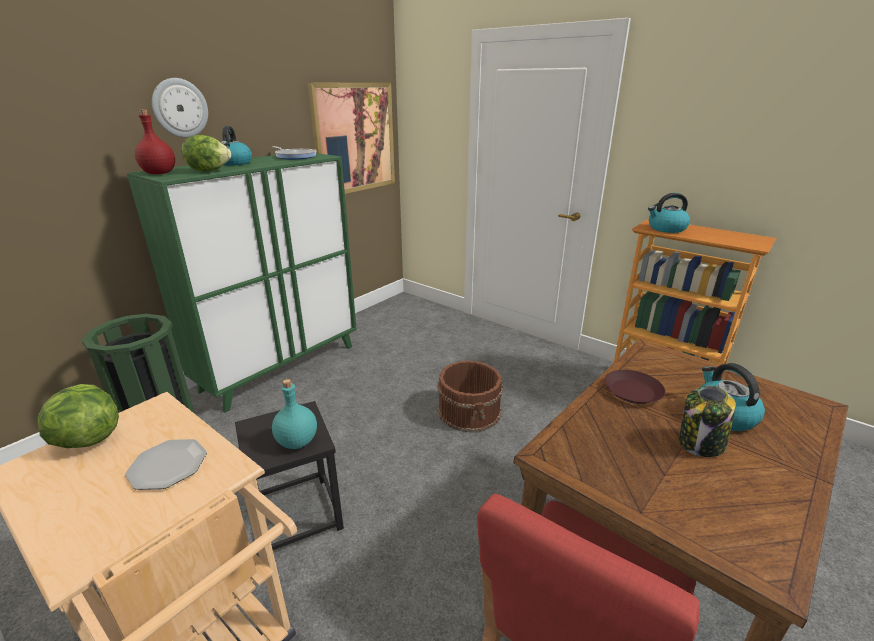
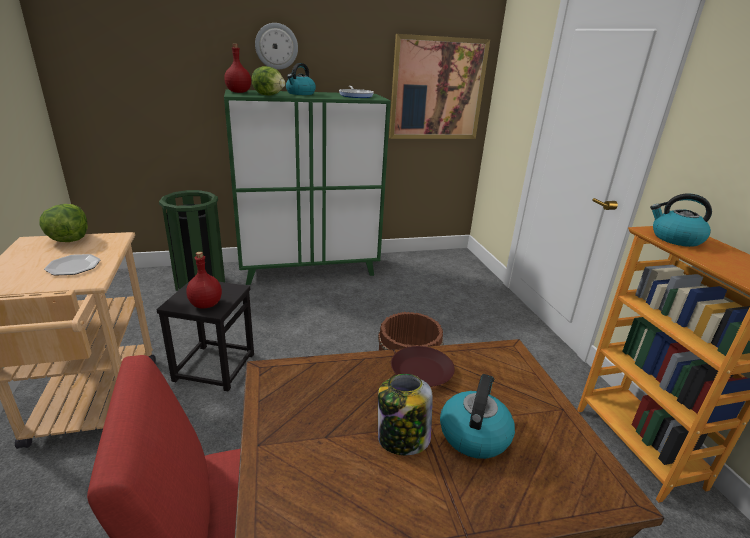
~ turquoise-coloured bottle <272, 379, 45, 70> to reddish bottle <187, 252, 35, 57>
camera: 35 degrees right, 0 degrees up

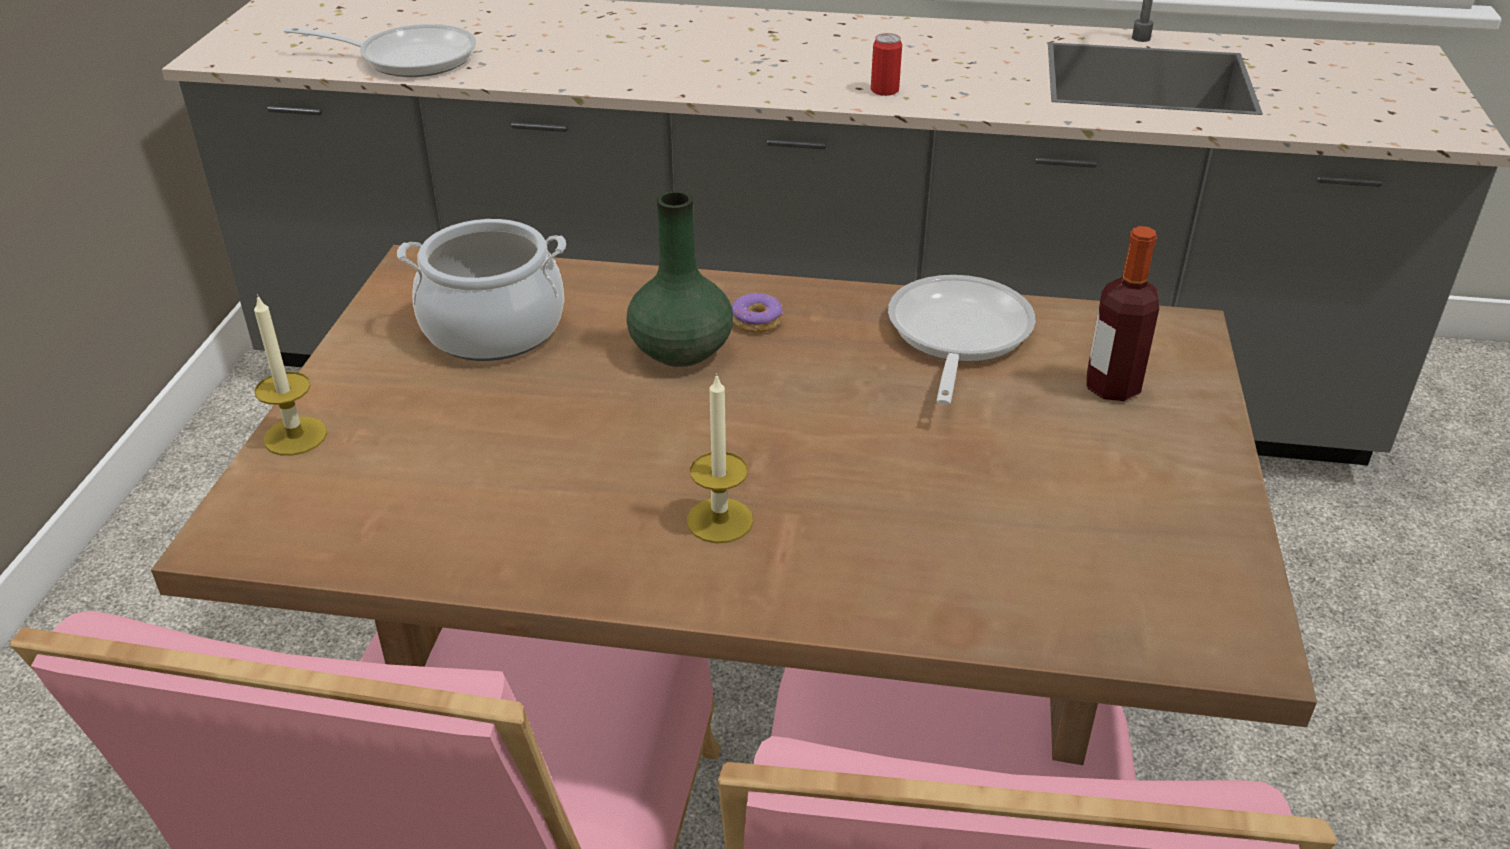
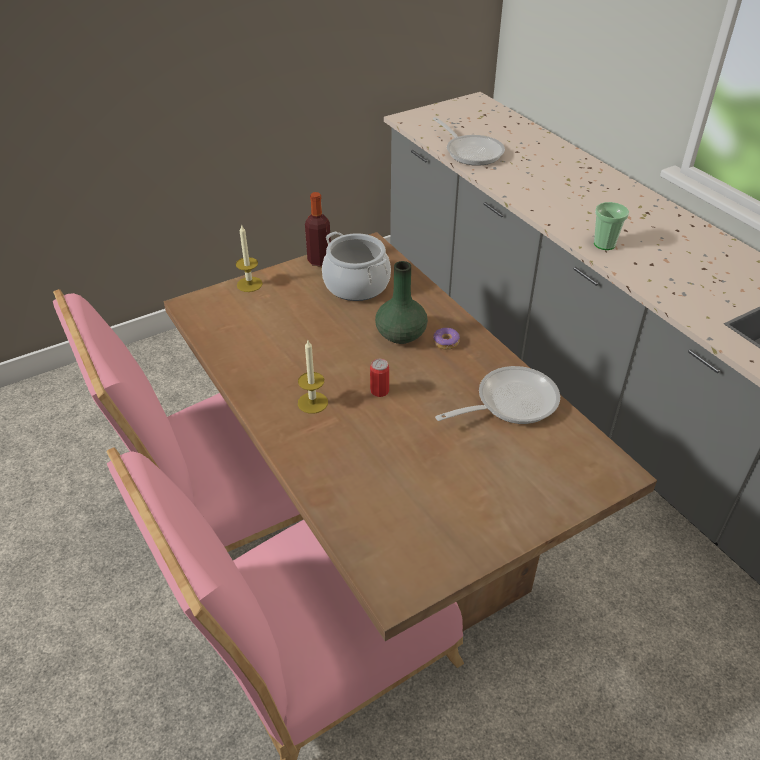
~ sealed can <871, 33, 31, 63> to <370, 359, 19, 38>
~ bottle <1086, 226, 73, 175> to <305, 192, 26, 75>
+ drinking cup <594, 202, 35, 48>
camera: 50 degrees right, 5 degrees up

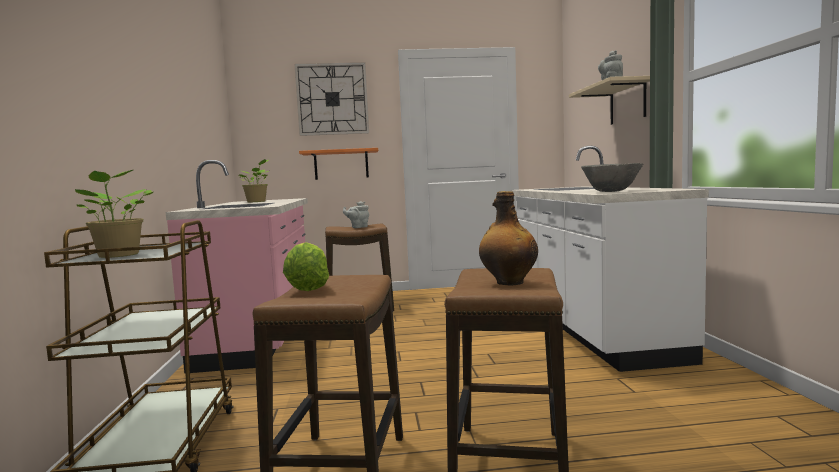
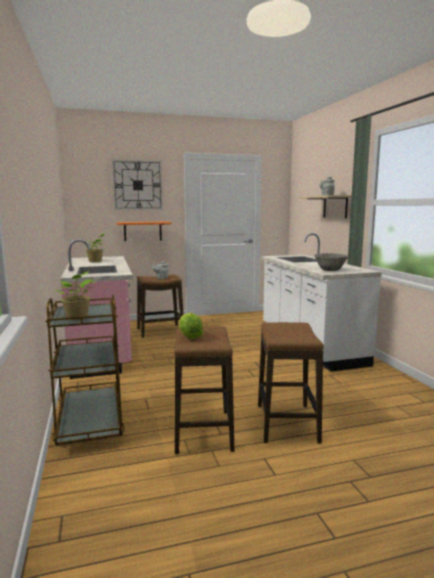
- bottle <479, 191, 59, 94>
camera: 10 degrees left, 5 degrees up

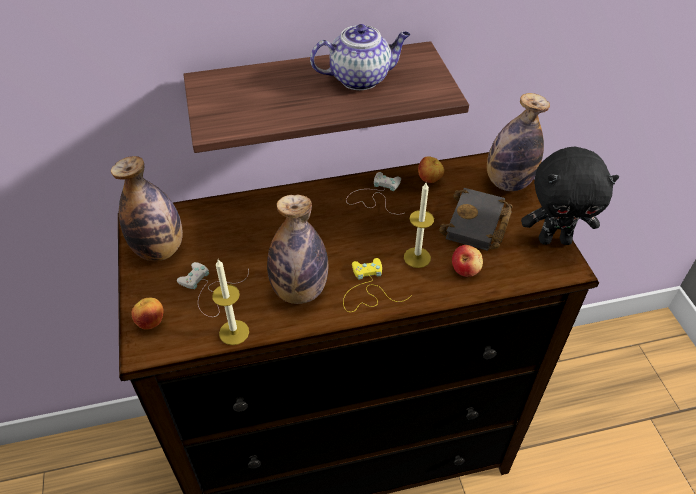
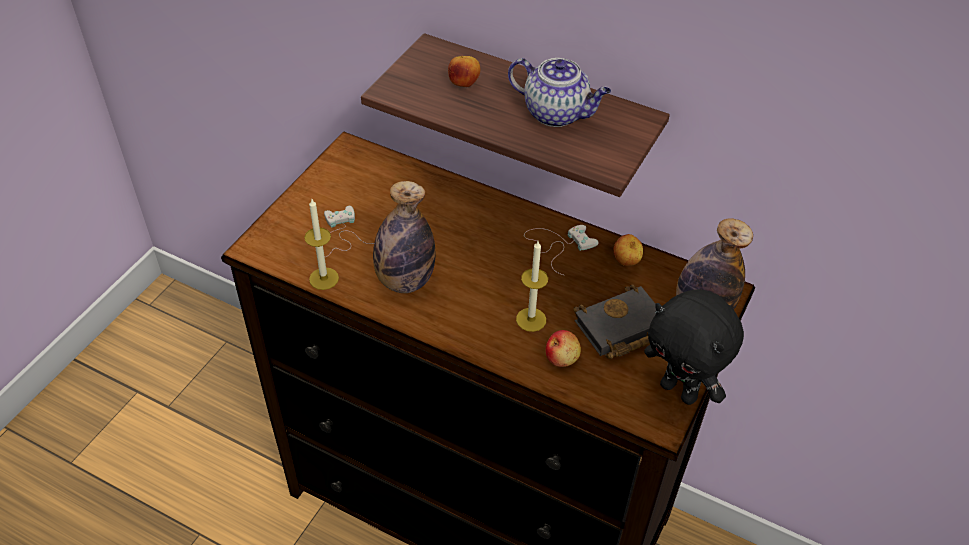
- bottle <111, 156, 72, 105>
~ whole apple <131, 298, 32, 32> to <448, 56, 32, 31>
- yellowish gamepad <343, 258, 69, 54>
camera: 40 degrees right, 0 degrees up

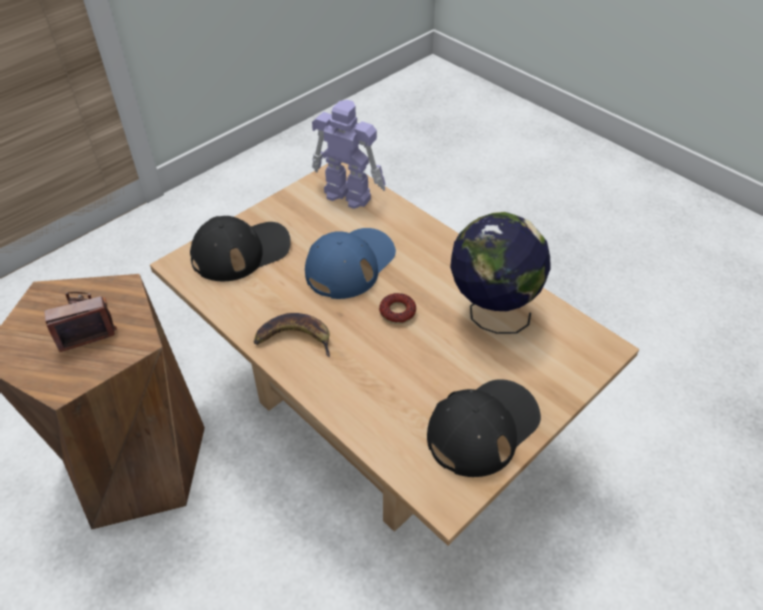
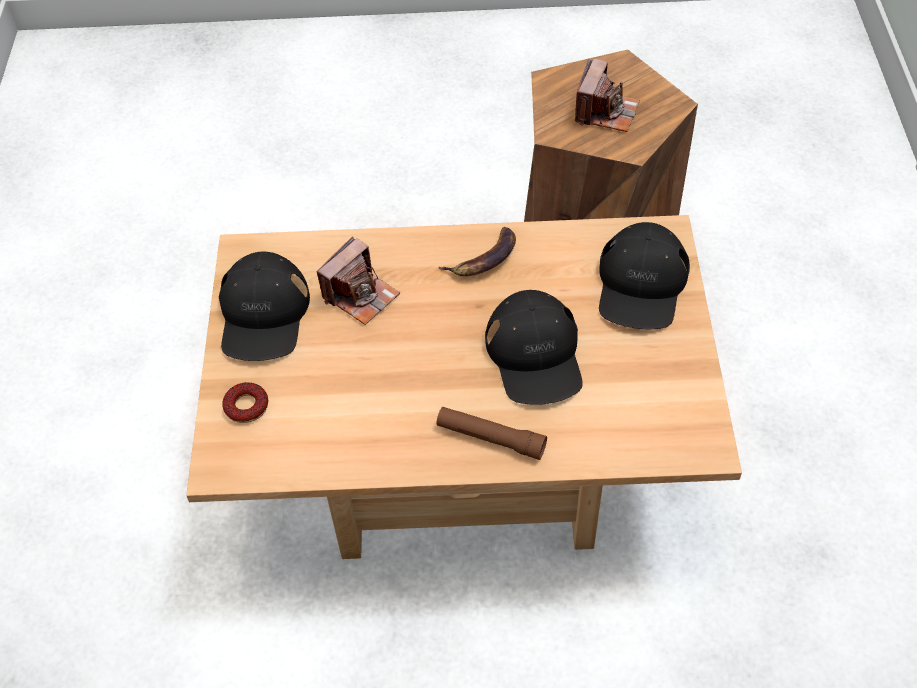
~ blue-coloured peaked cap <305, 228, 91, 71> to black-coloured peaked cap <485, 290, 98, 115>
- robot figure <312, 100, 73, 109>
~ ring doughnut <379, 293, 37, 31> to <222, 382, 46, 41>
- world globe <450, 212, 101, 122>
+ photo camera <317, 237, 83, 88>
+ brown-coloured hand torch <436, 407, 111, 53>
camera: 135 degrees right, 5 degrees up

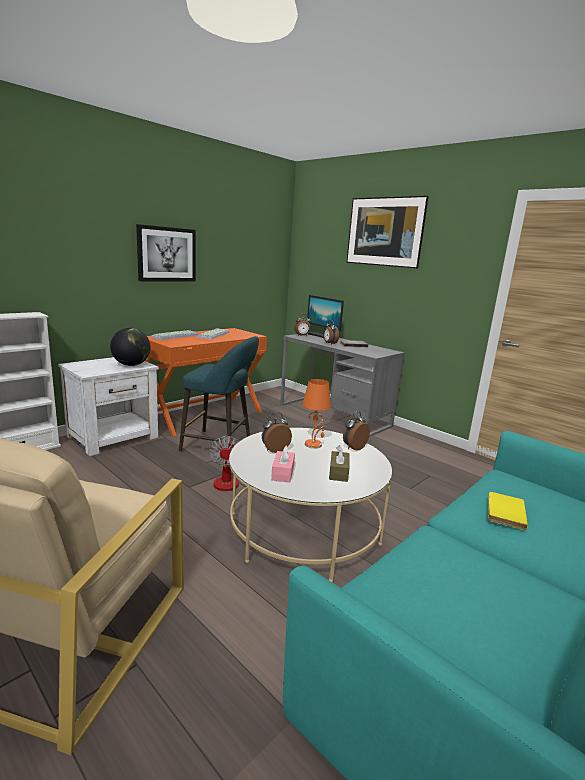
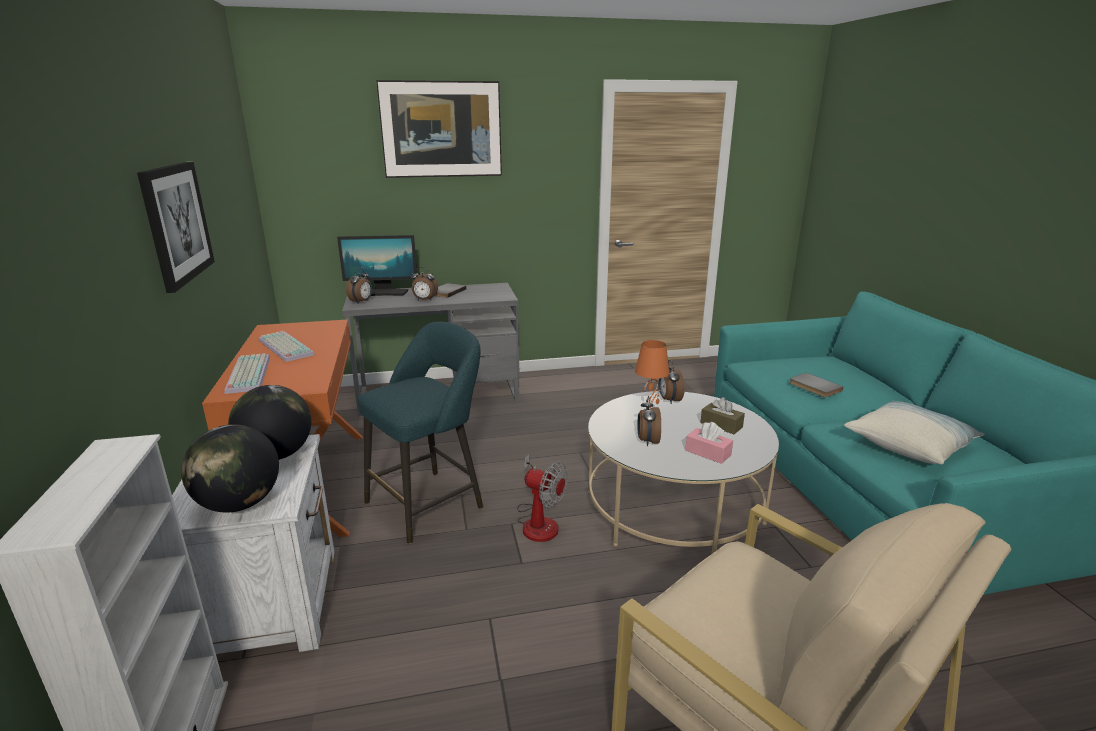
~ yellowish book <488, 492, 40, 38> to greyish book <790, 373, 53, 24>
+ world globe <181, 424, 98, 89>
+ pillow <844, 401, 141, 63>
camera: 55 degrees left, 5 degrees up

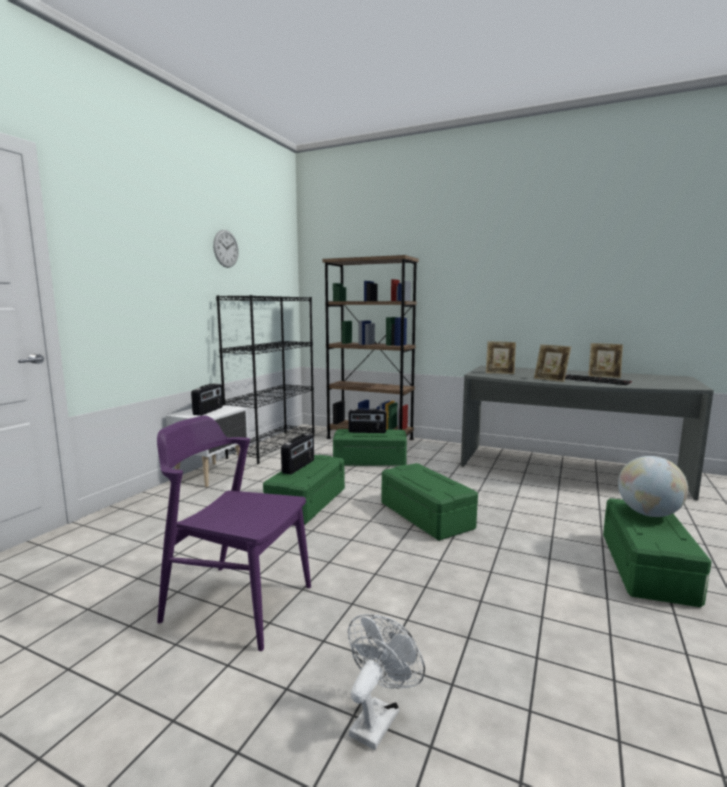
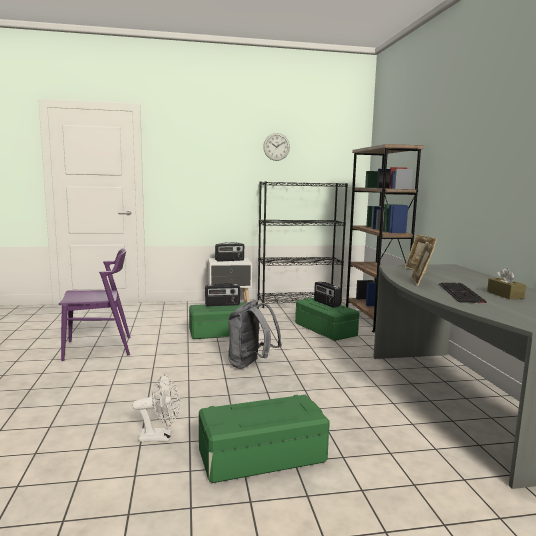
~ purple plain chair <157, 416, 154, 235> = <59, 248, 72, 113> 90 degrees clockwise
~ white cooling fan <348, 614, 77, 136> to <132, 374, 48, 68>
~ green-coloured storage box <381, 463, 97, 78> to greyish rucksack <228, 300, 54, 69>
~ standing frame <588, 343, 35, 35> to brown-coloured tissue box <487, 268, 39, 31>
- world globe <618, 456, 70, 61>
camera: 55 degrees right, 0 degrees up

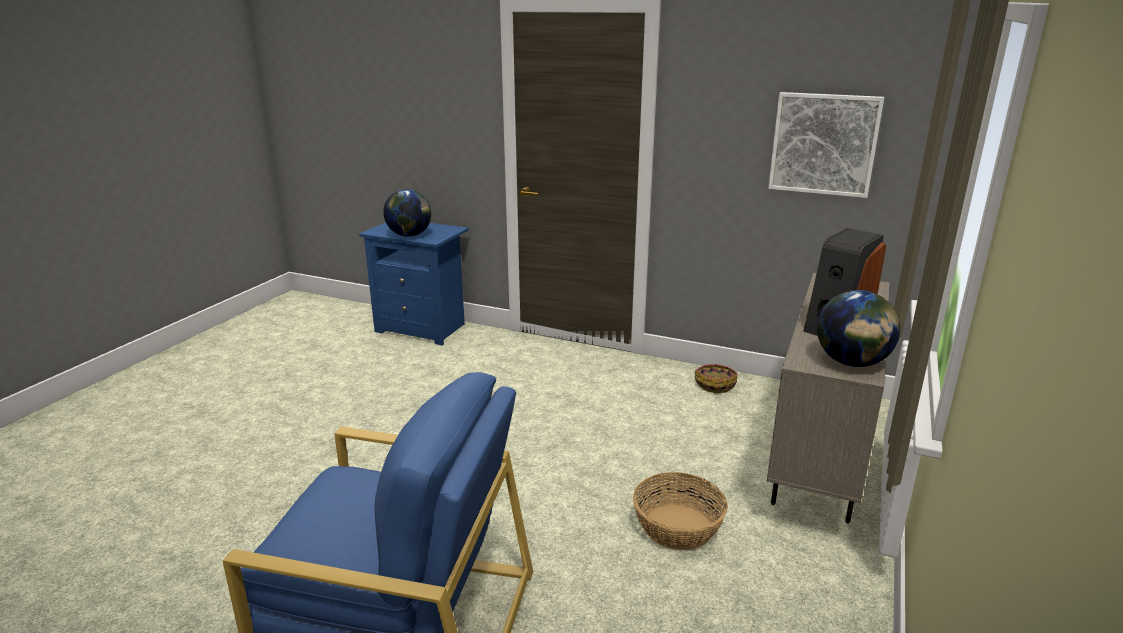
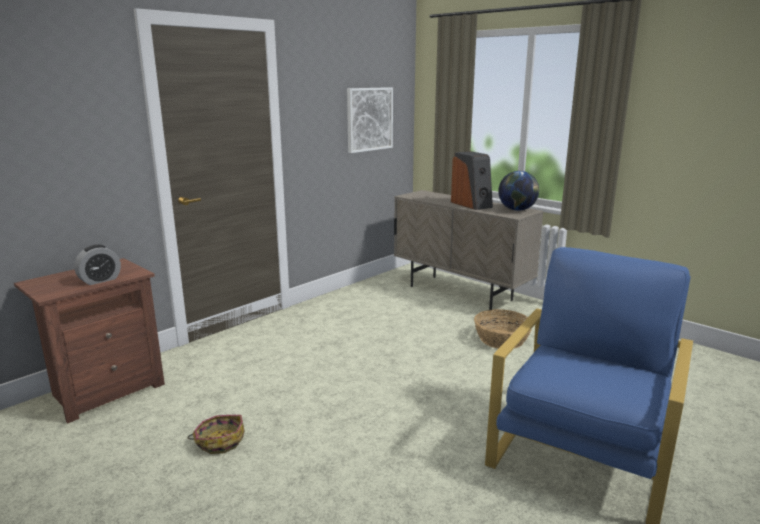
~ blue-coloured bedside table <359, 222, 110, 124> to brown-coloured bedside table <14, 258, 151, 166>
~ world globe <383, 189, 49, 48> to bedside clock <74, 245, 47, 40>
~ household basket <695, 364, 43, 29> to <187, 415, 58, 39>
camera: 70 degrees left, 5 degrees down

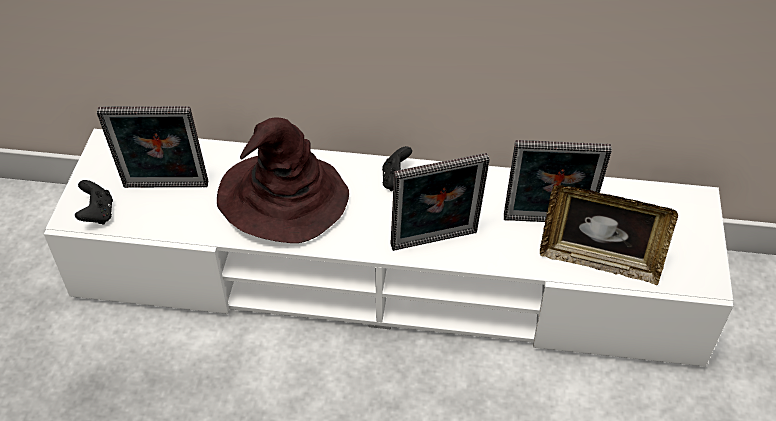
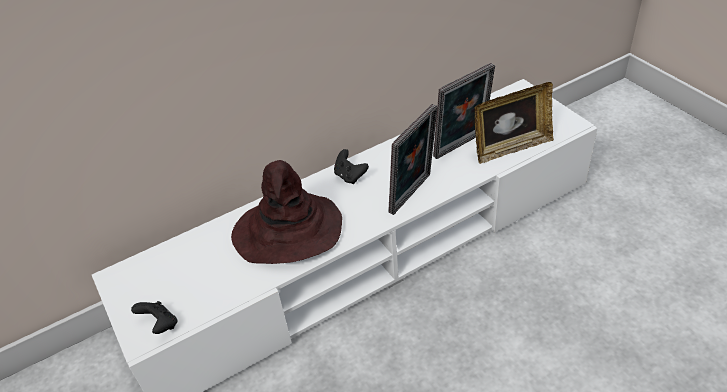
- standing frame <97, 106, 111, 82>
camera: 35 degrees left, 5 degrees down

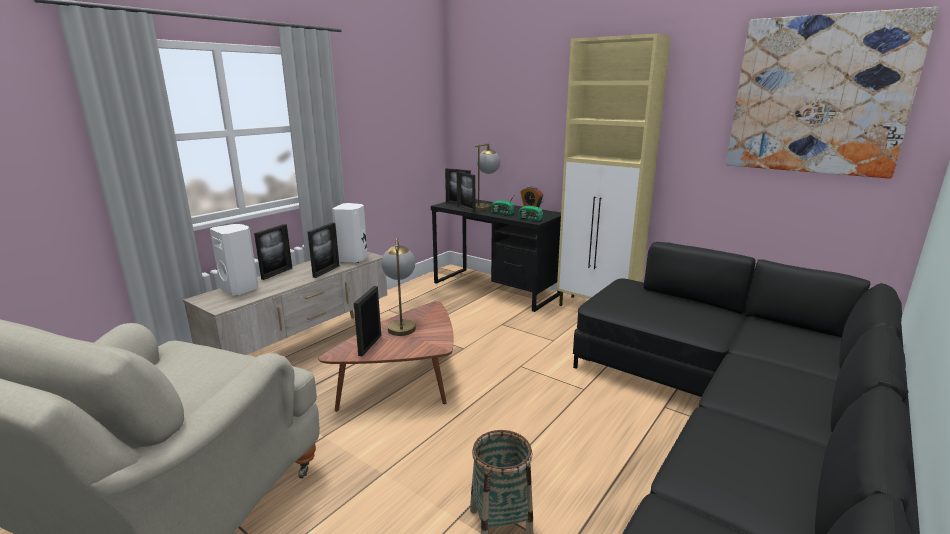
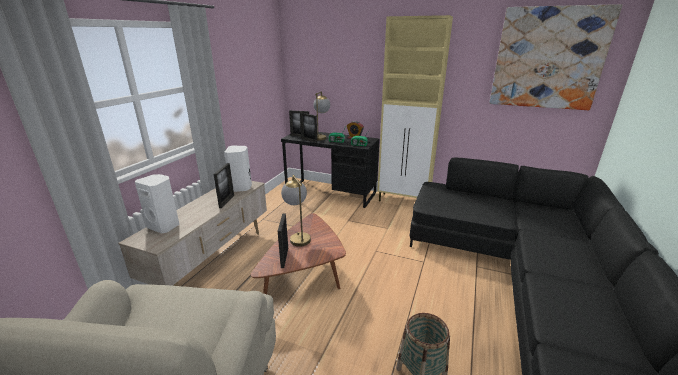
- standing frame <254, 224, 38, 56>
camera: 15 degrees left, 5 degrees up

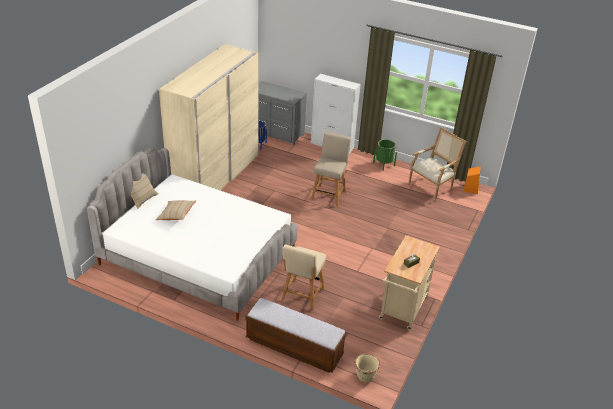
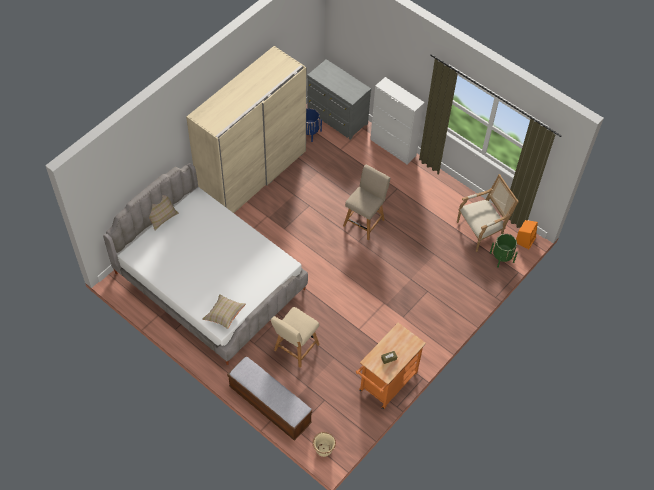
~ beige pillow <156, 200, 40, 20> to <202, 294, 44, 35>
~ green-coloured plant pot <373, 139, 24, 32> to <490, 234, 28, 34>
~ beige cart <379, 236, 61, 94> to orange cart <356, 323, 70, 86>
camera: 15 degrees right, 20 degrees up

